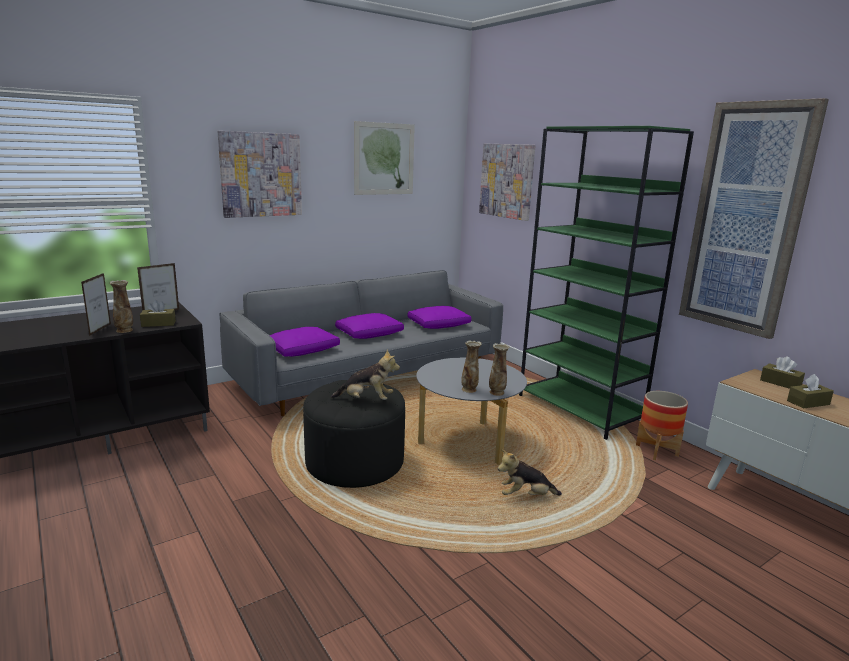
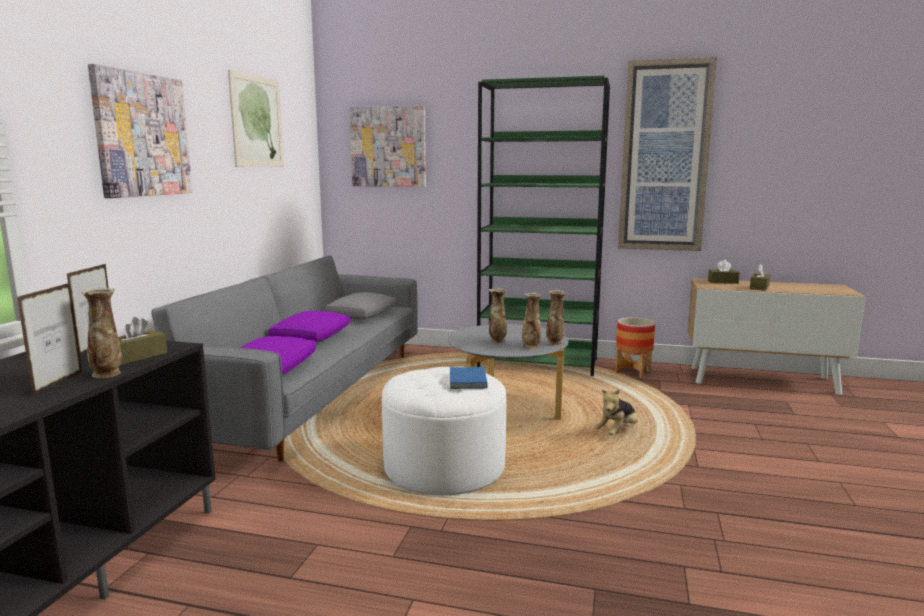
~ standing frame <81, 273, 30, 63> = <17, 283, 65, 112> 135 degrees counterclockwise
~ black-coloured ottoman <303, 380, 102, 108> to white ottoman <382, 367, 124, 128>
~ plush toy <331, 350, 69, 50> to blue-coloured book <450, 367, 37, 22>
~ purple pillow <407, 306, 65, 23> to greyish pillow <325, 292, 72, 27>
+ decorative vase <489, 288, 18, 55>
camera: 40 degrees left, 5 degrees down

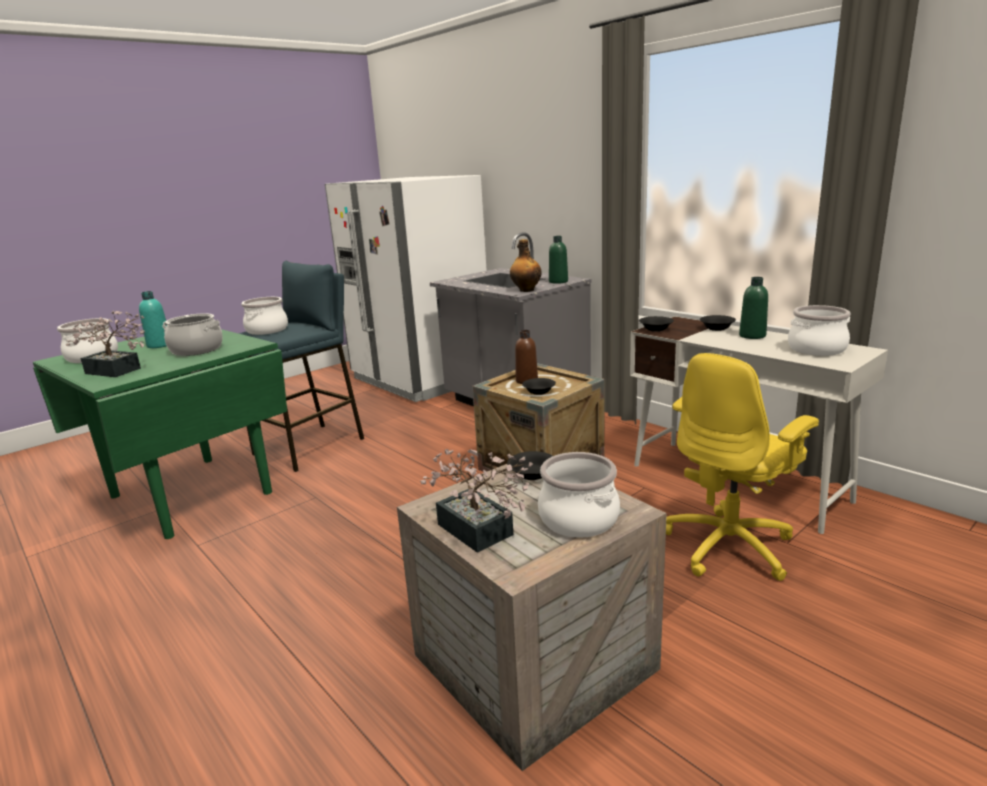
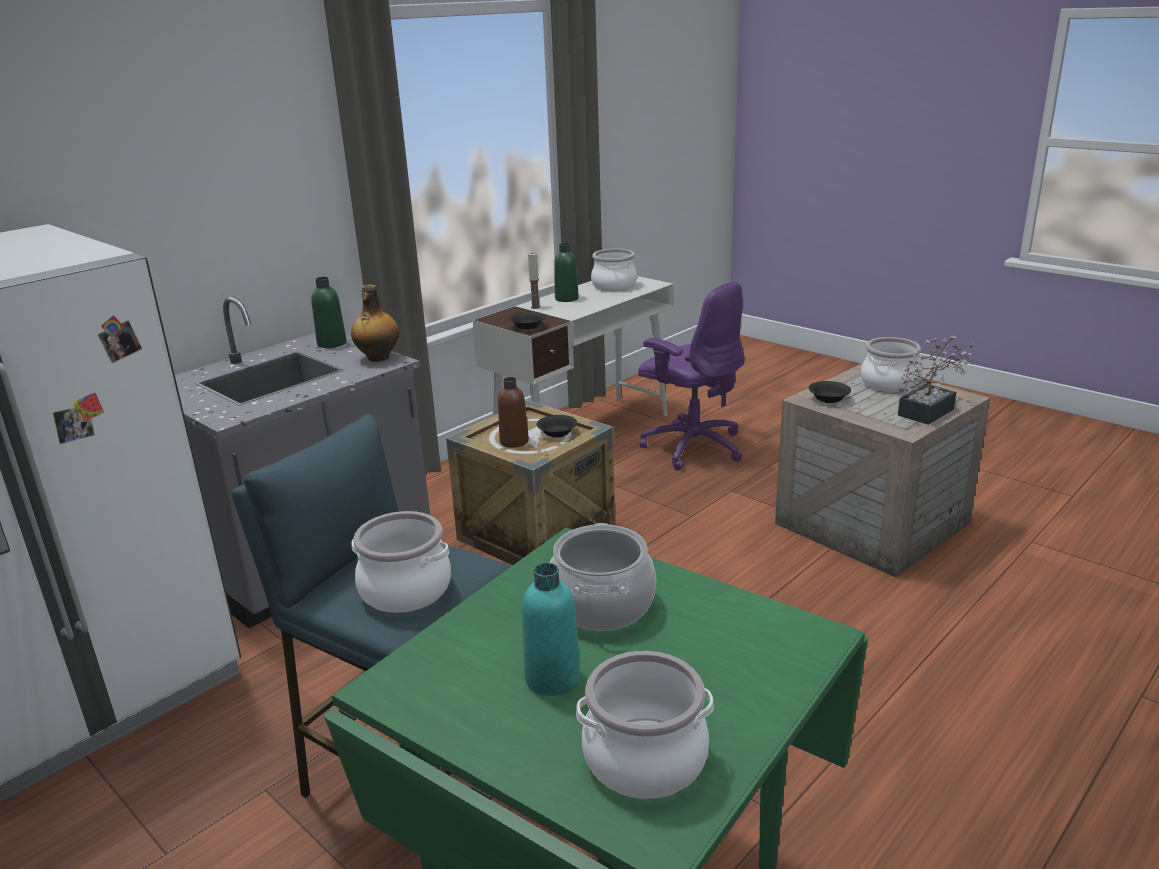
- houseplant <66, 311, 79, 66>
~ yellowish office chair <666, 353, 153, 228> to purple office chair <638, 282, 107, 189>
~ black-coloured bowl <700, 315, 36, 16> to wax light <528, 252, 12, 57>
camera: 95 degrees left, 5 degrees up

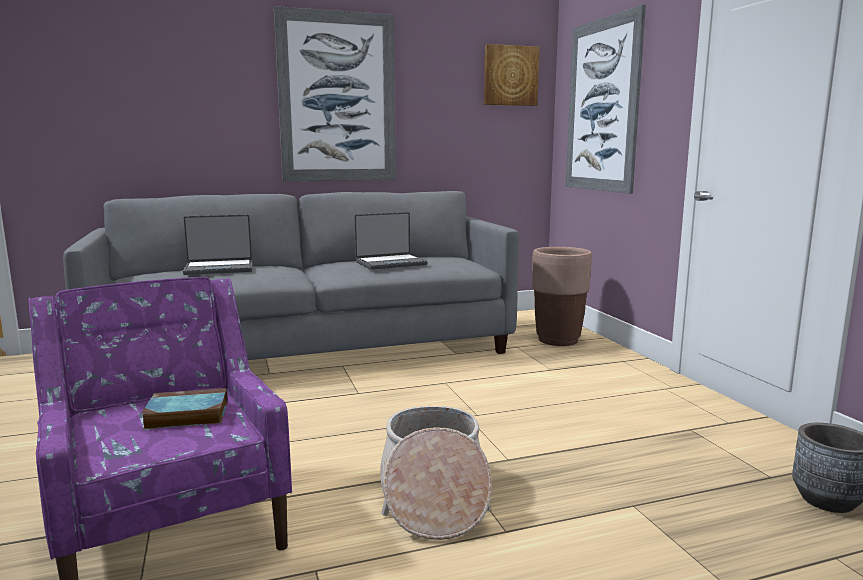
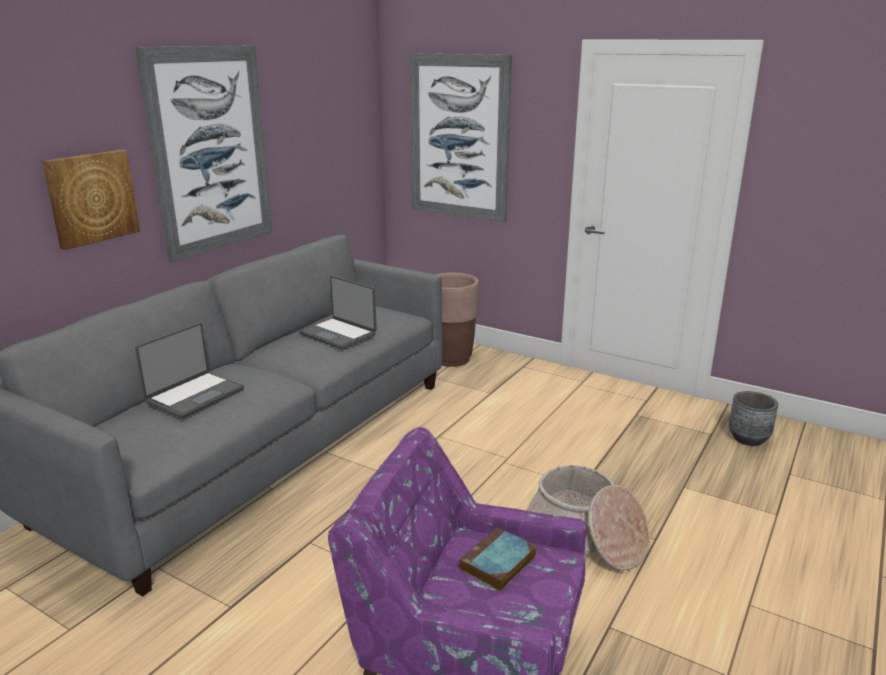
~ laptop <354, 212, 73, 58> = <299, 275, 78, 74> 105 degrees clockwise
~ wall picture <484, 44, 56, 62> to <42, 150, 98, 100>
camera: 40 degrees left, 10 degrees up

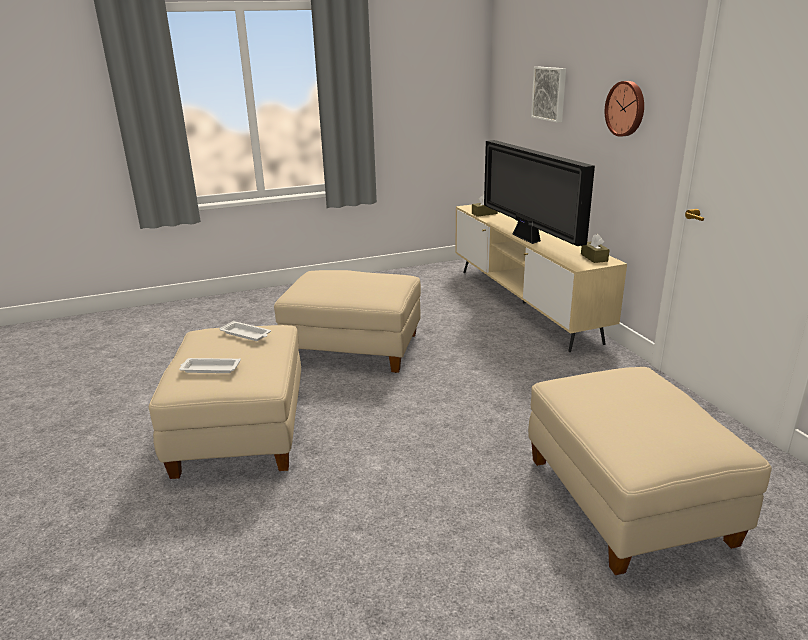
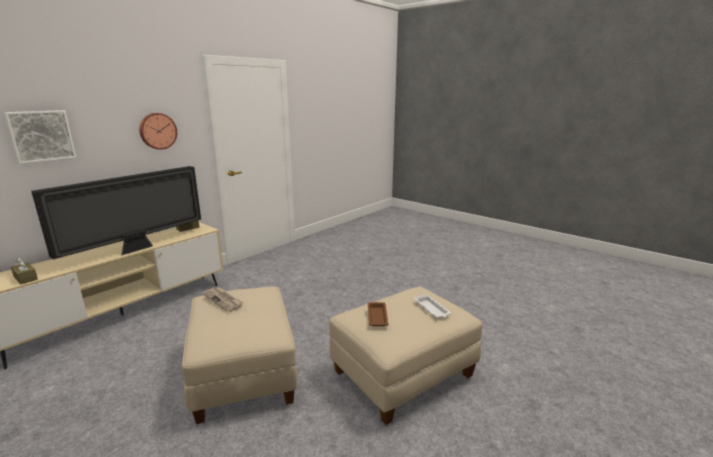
~ white carrying tray <219, 321, 52, 20> to brown-coloured carrying tray <368, 302, 20, 25>
- beige ottoman <528, 367, 244, 208>
+ daily paper <203, 287, 40, 25>
camera: 120 degrees left, 5 degrees down

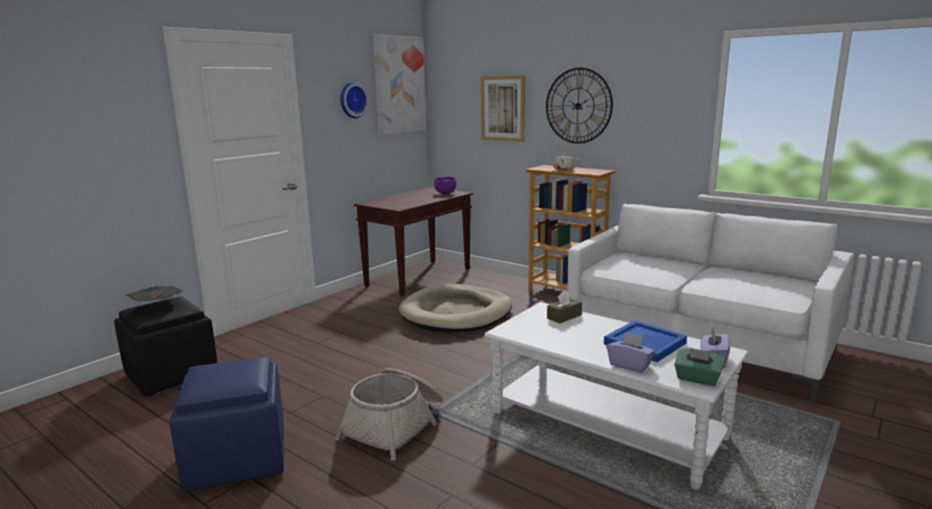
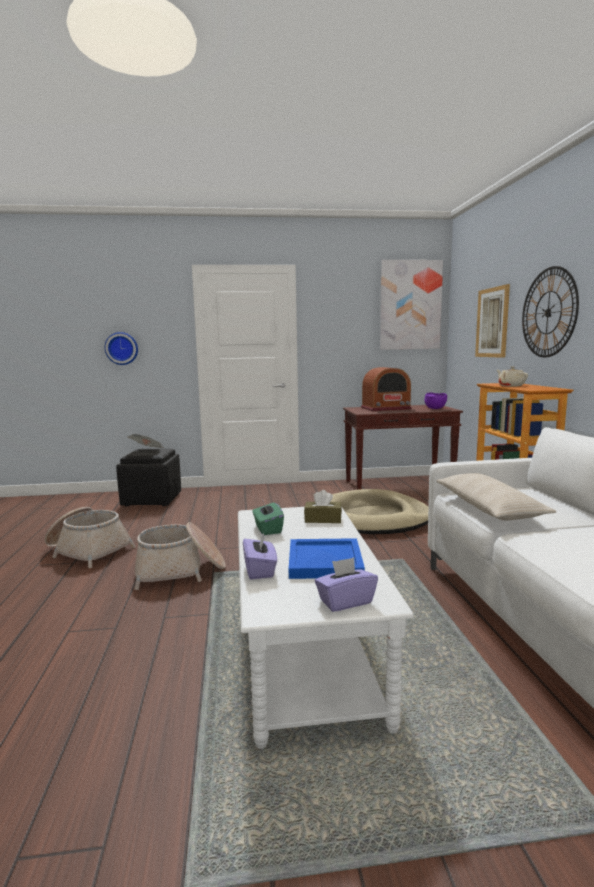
~ blue-coloured ottoman <170, 357, 114, 134> to household basket <45, 507, 91, 61>
~ clock on the wall <340, 82, 29, 36> to <105, 332, 33, 33>
~ green-coloured tissue box <674, 348, 51, 38> to <252, 499, 32, 36>
+ radio <361, 367, 51, 44>
+ beige pillow <436, 473, 121, 48>
camera: 45 degrees right, 5 degrees down

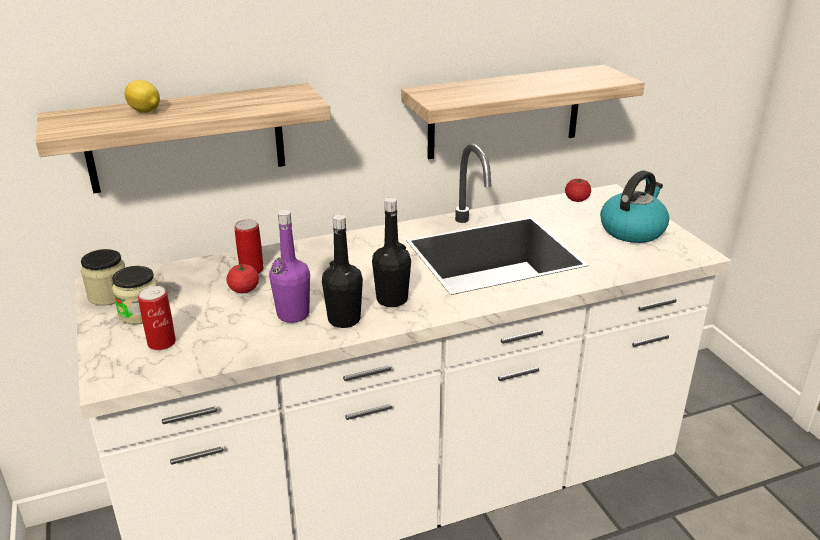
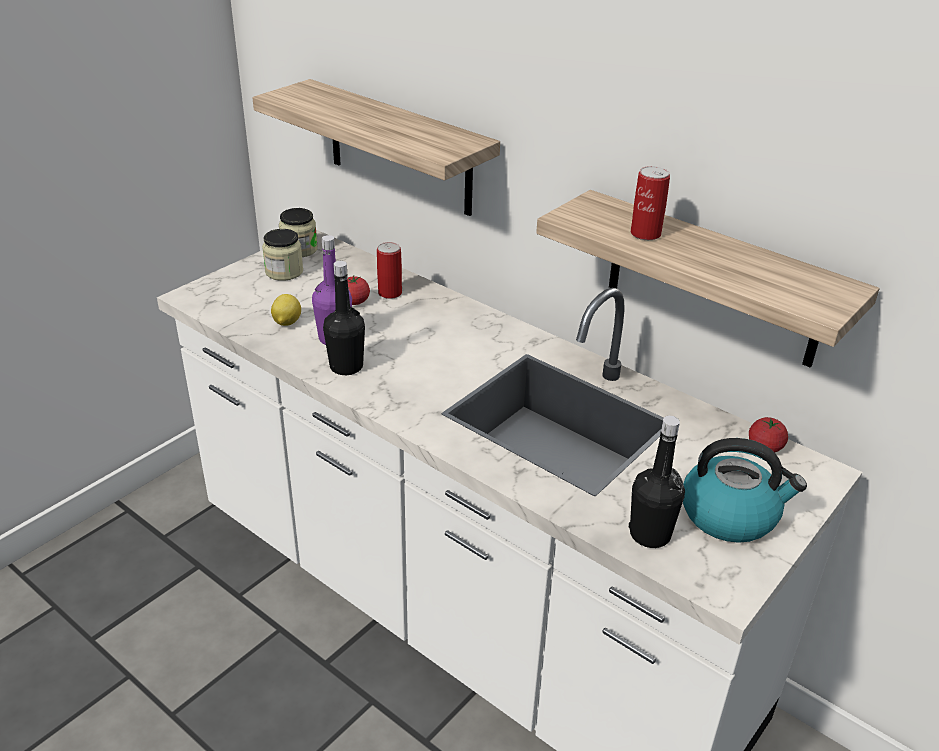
~ whole lemon <124, 80, 36, 33> to <271, 294, 30, 32>
~ sealed can <138, 286, 38, 64> to <631, 166, 39, 74>
~ black-coloured bottle <372, 197, 39, 110> to <629, 416, 56, 132>
camera: 60 degrees right, 5 degrees up

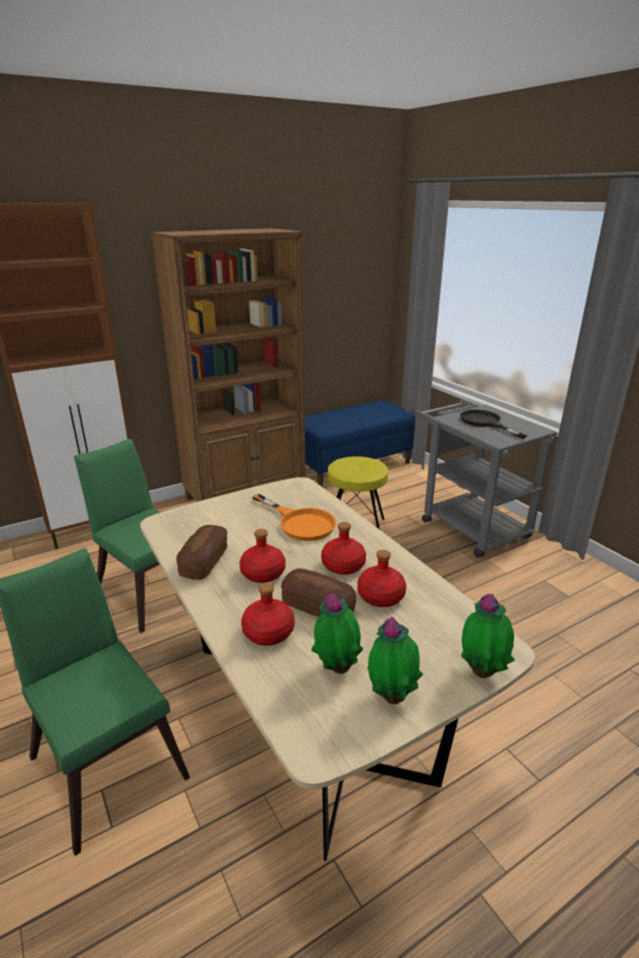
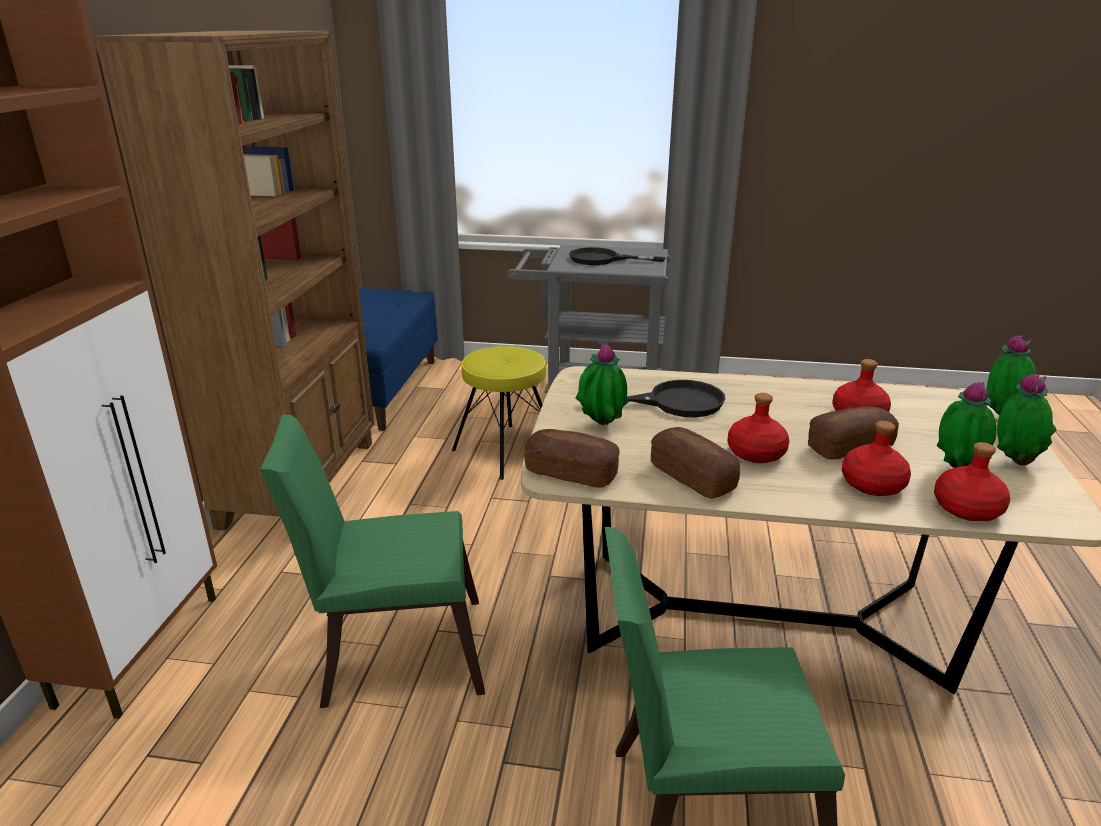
~ orange frying pan <252, 493, 84, 48> to black-coloured frying pan <580, 380, 146, 37>
~ reddish bottle <321, 522, 45, 53> to <934, 442, 76, 79>
+ bakery bread <524, 429, 96, 59>
+ houseplant <576, 343, 52, 82>
camera: 50 degrees left, 0 degrees up

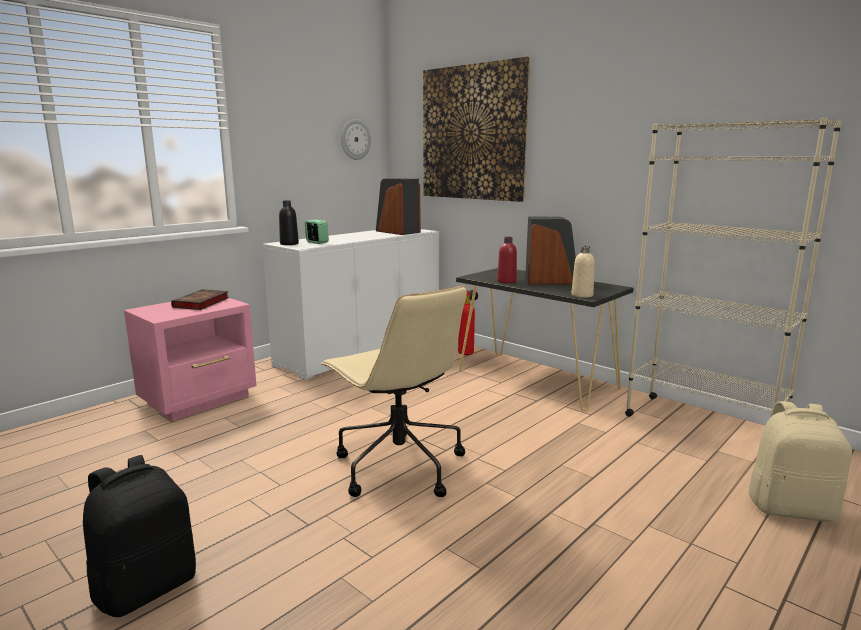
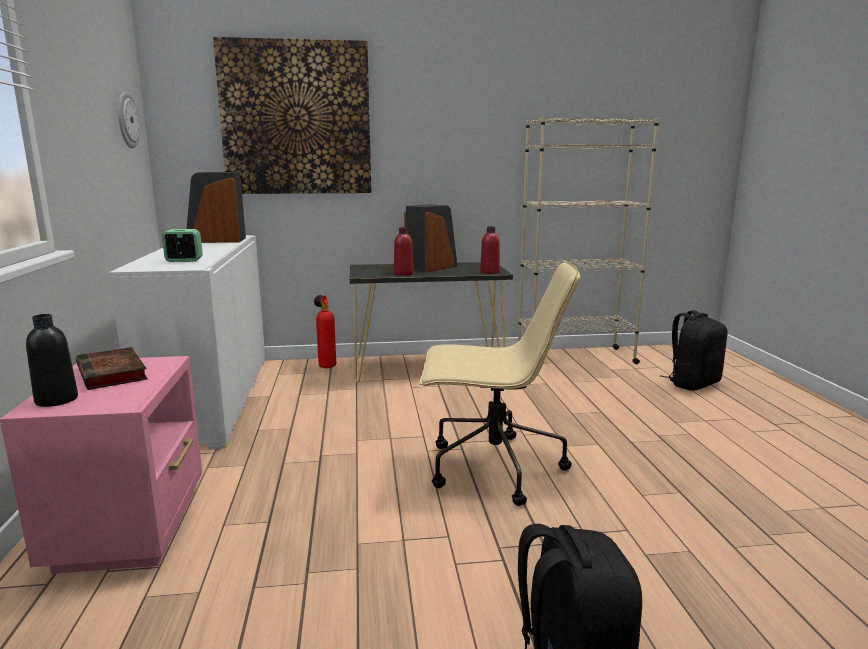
~ black-coloured bottle <279, 200, 20, 45> to <26, 314, 52, 93>
~ beige bottle <571, 246, 24, 52> to reddish bottle <480, 226, 20, 48>
~ beige rucksack <749, 401, 103, 121> to black-coloured rucksack <660, 310, 68, 81>
camera: 50 degrees left, 0 degrees up

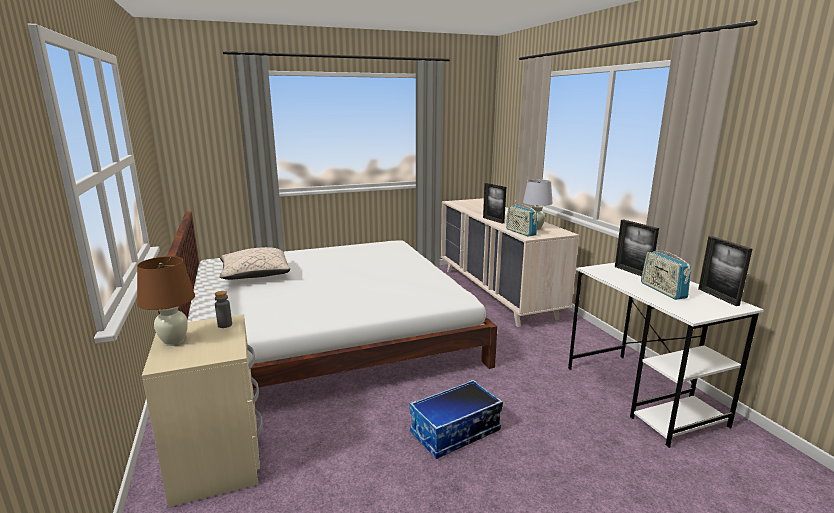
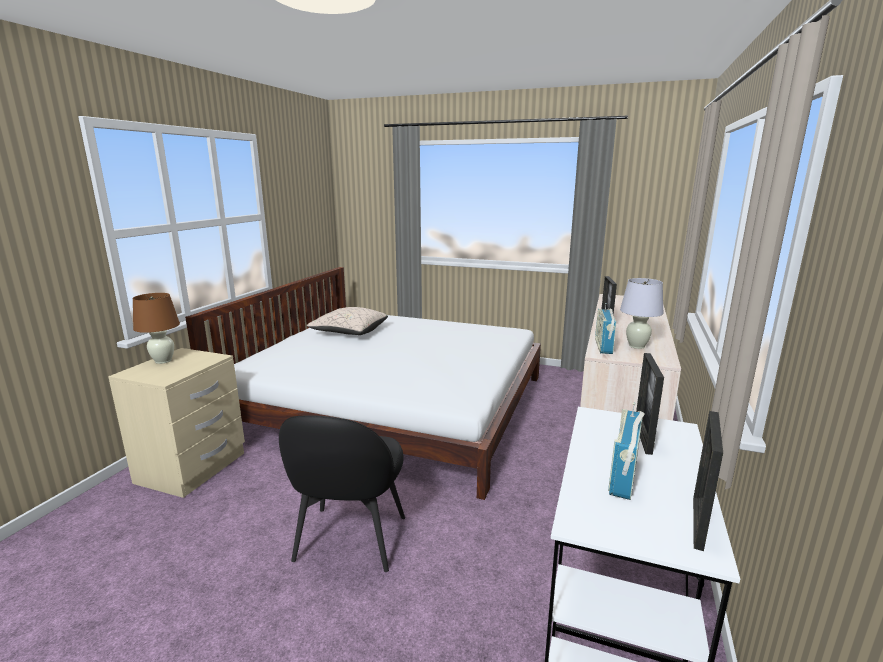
- greyish bottle <215, 291, 17, 37>
~ storage box <409, 380, 94, 79> to black-coloured plain chair <279, 415, 126, 157>
camera: 40 degrees right, 0 degrees up

